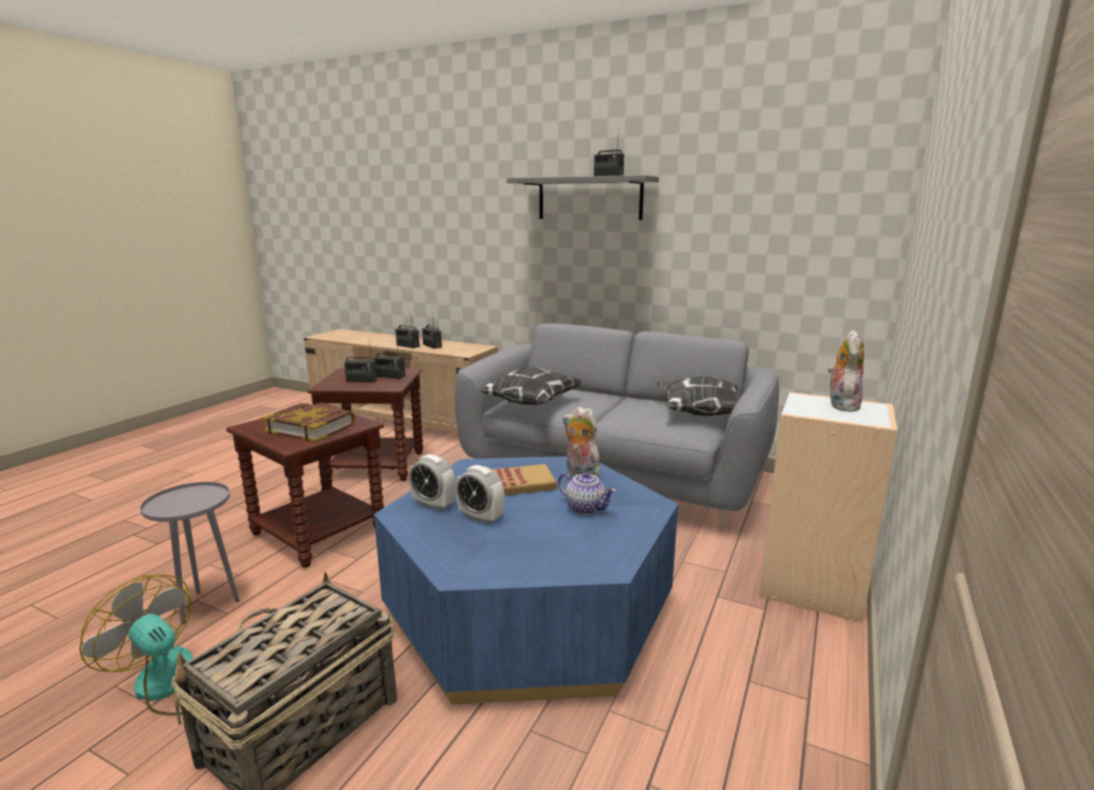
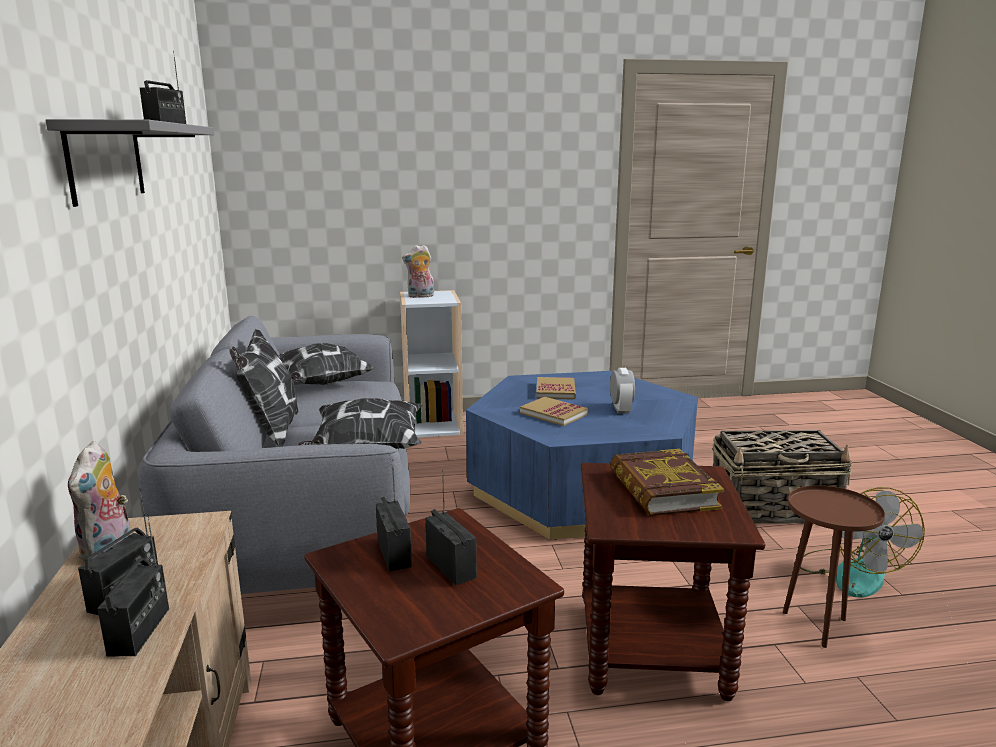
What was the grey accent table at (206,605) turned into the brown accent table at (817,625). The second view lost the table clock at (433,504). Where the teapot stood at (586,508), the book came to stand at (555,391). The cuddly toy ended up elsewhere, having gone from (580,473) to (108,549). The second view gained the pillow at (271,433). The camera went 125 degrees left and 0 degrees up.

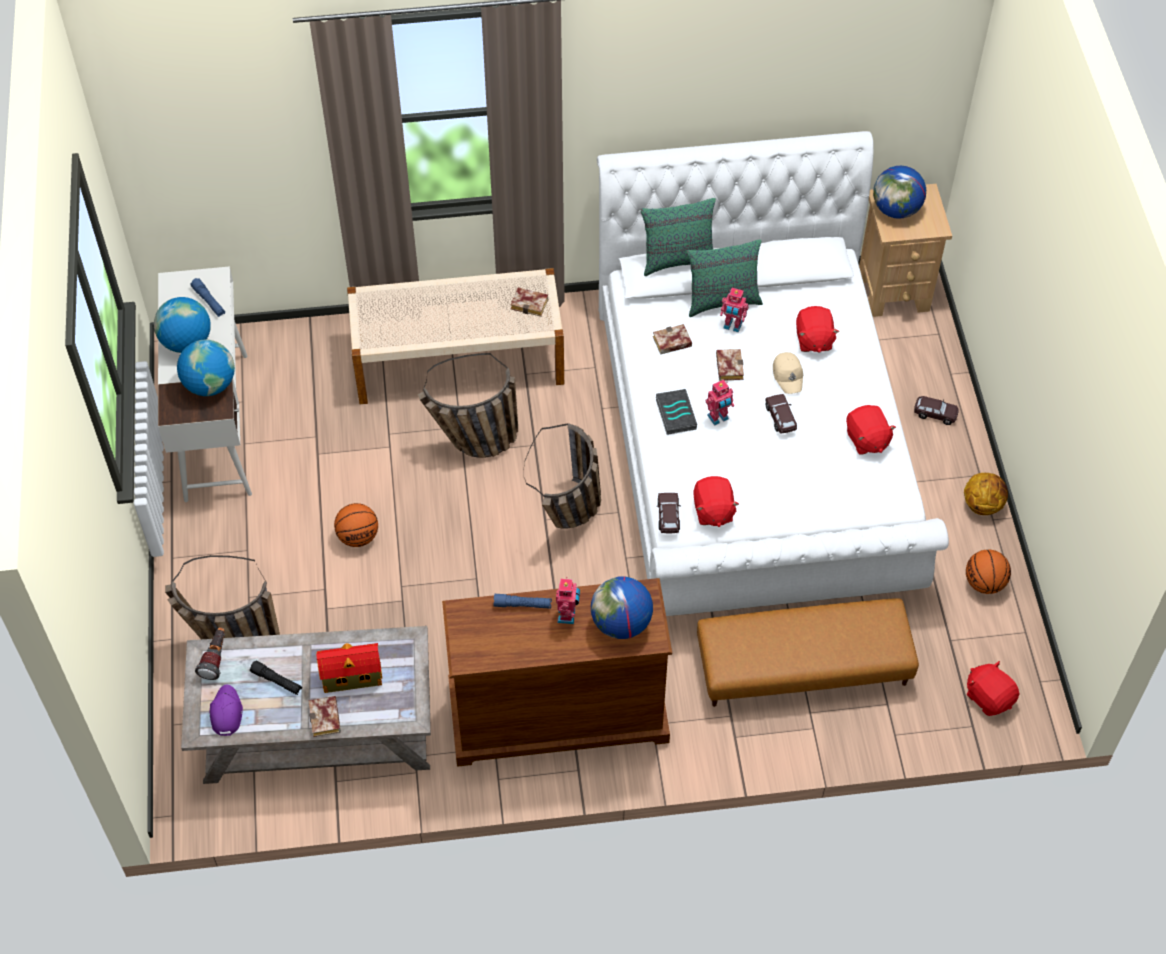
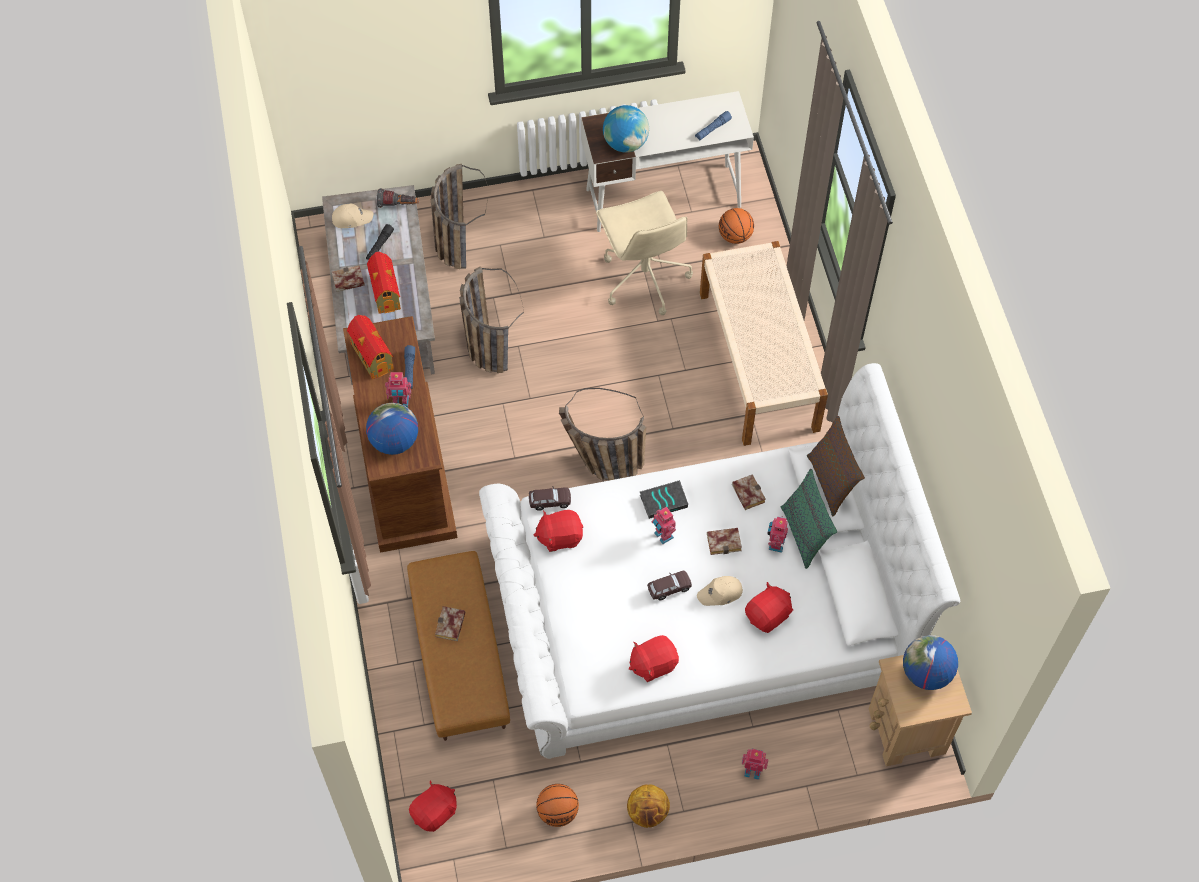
The second view lost the globe at (186,342). What was the purple-coloured baseball cap at (225,713) turned into the sand-coloured baseball cap at (351,218). The ball for basketball ended up elsewhere, having gone from (358,537) to (735,236). The household basket ended up elsewhere, having gone from (472,444) to (486,343). The book ended up elsewhere, having gone from (531,304) to (451,626). What was the green-coloured pillow at (678,261) turned into the brown pillow at (830,483). The red-coloured cuddly toy at (813,340) ended up facing another way, 150 degrees clockwise from before. Where the brown miniature car stood at (935,414), the toy robot came to stand at (753,770). The second view gained the model house at (372,355). The second view gained the sand-coloured office chair at (643,276). The camera went 85 degrees right and 5 degrees up.

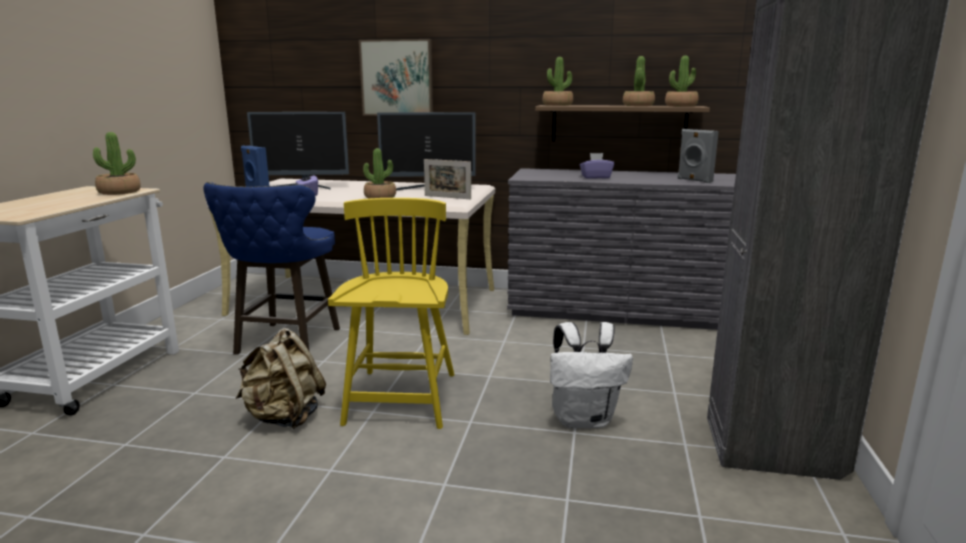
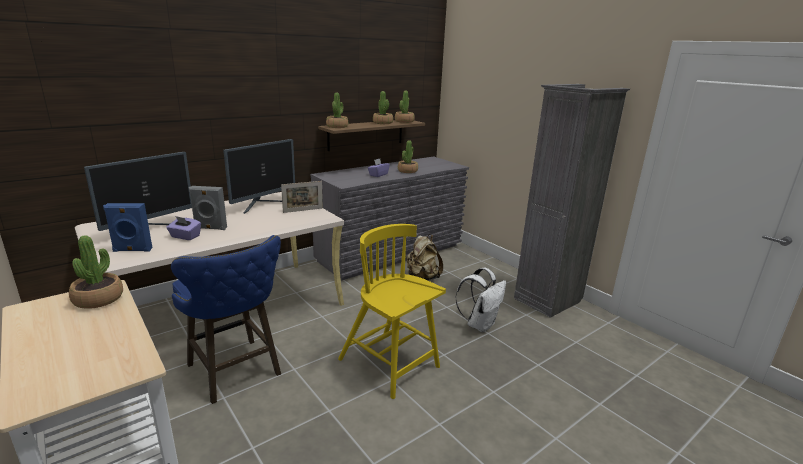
The sand-coloured backpack ended up elsewhere, having gone from (284,417) to (422,278). The second view lost the wall picture at (397,78). The houseplant ended up elsewhere, having gone from (380,197) to (407,171). The grey loudspeaker ended up elsewhere, having gone from (694,180) to (210,228). The camera went 50 degrees left and 5 degrees up.

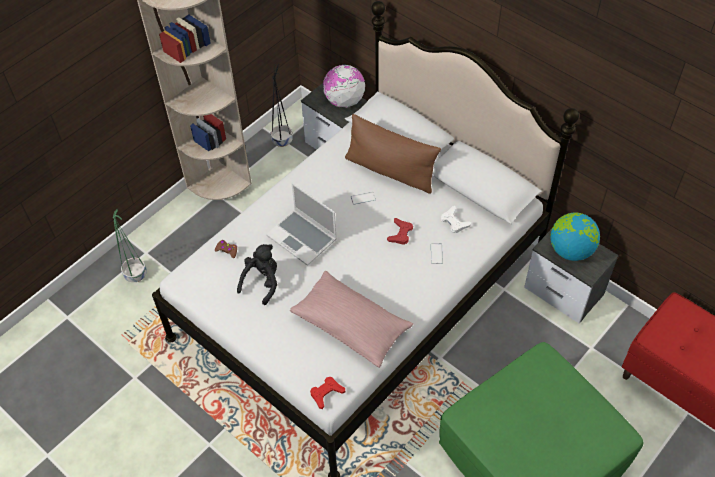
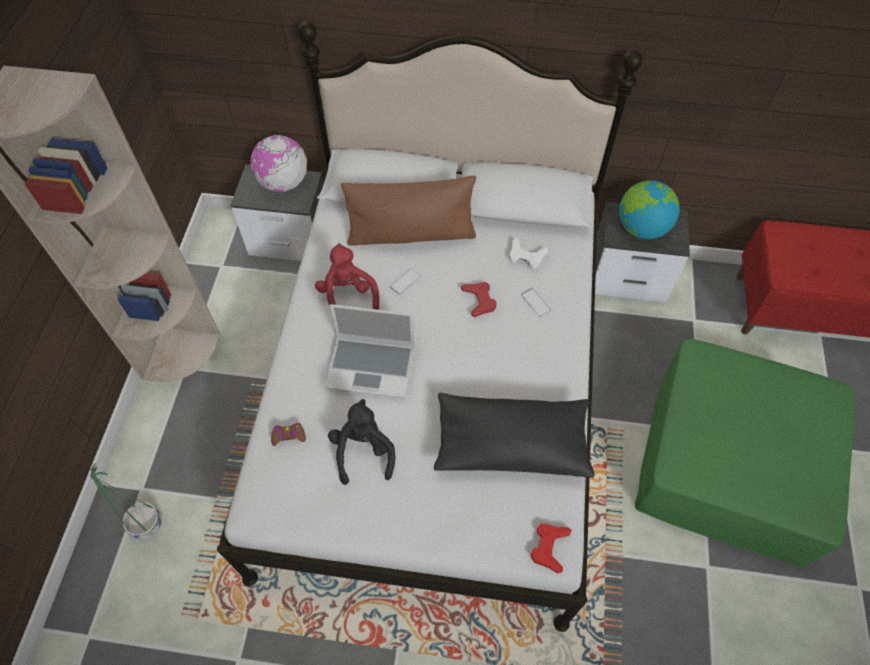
The second view lost the blackish flower pot at (282,140). What was the pink pillow at (351,326) turned into the blackish pillow at (511,443). The second view gained the red-coloured cuddly toy at (348,296). The camera went 35 degrees left and 5 degrees up.

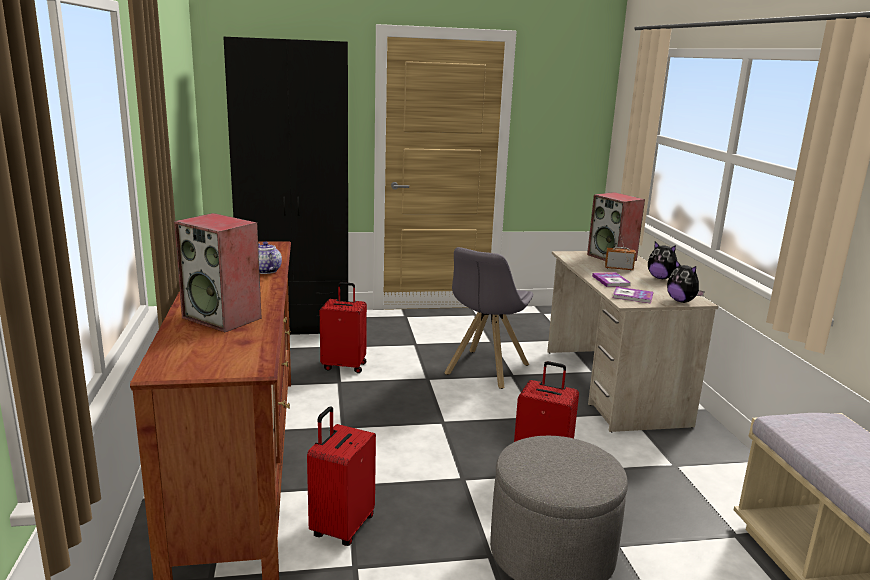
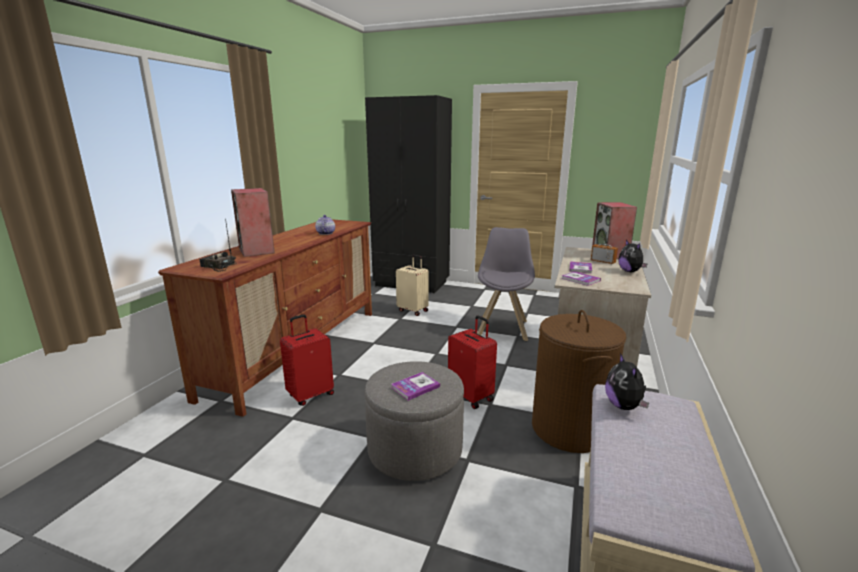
What was the red-coloured travel case at (344,366) turned into the sand-coloured travel case at (413,310). The grey upright chair at (486,369) ended up facing another way, 135 degrees clockwise from before. The cuddly toy ended up elsewhere, having gone from (681,301) to (624,406). The second view gained the radio set at (218,267). The second view gained the book at (415,387). The second view gained the brown washing basket at (570,429). The camera went 30 degrees right and 0 degrees up.

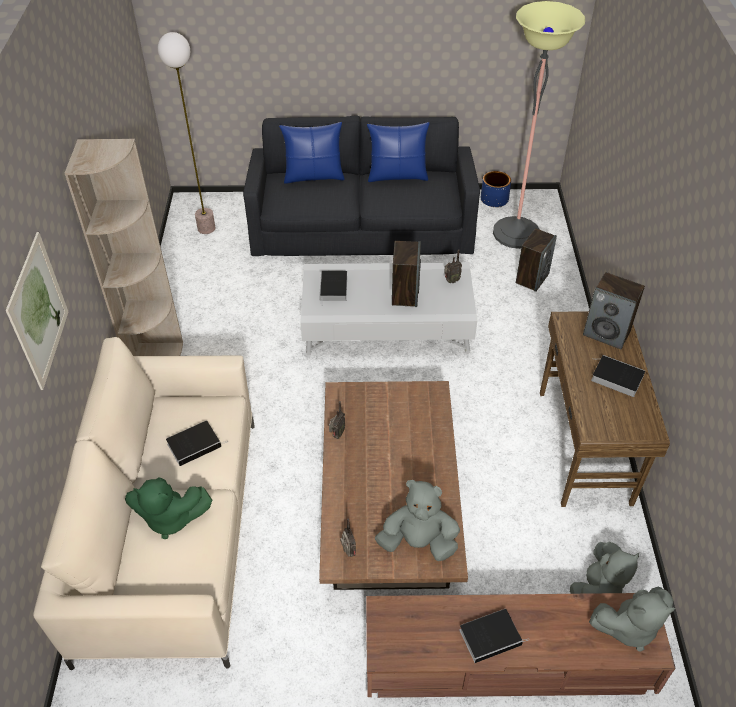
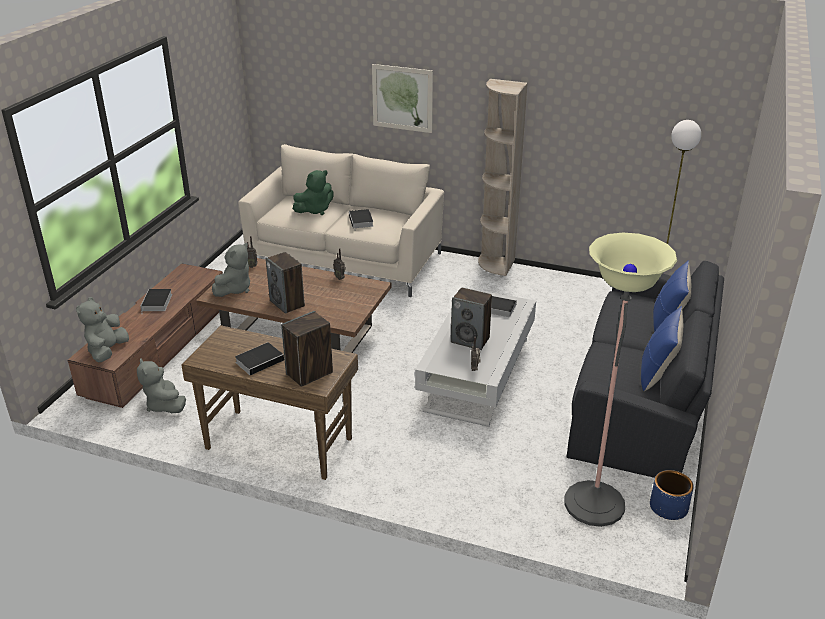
The green-coloured cuddly toy at (170,518) ended up facing another way, 150 degrees counterclockwise from before. The loudspeaker ended up elsewhere, having gone from (532,278) to (287,303). The camera went 110 degrees right and 15 degrees down.

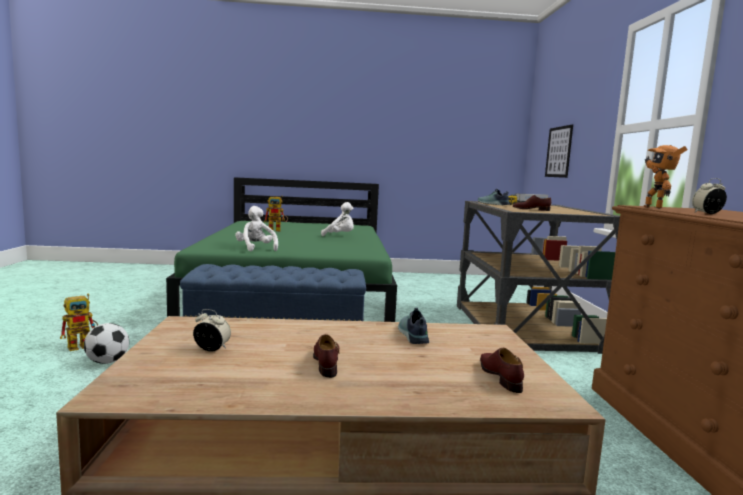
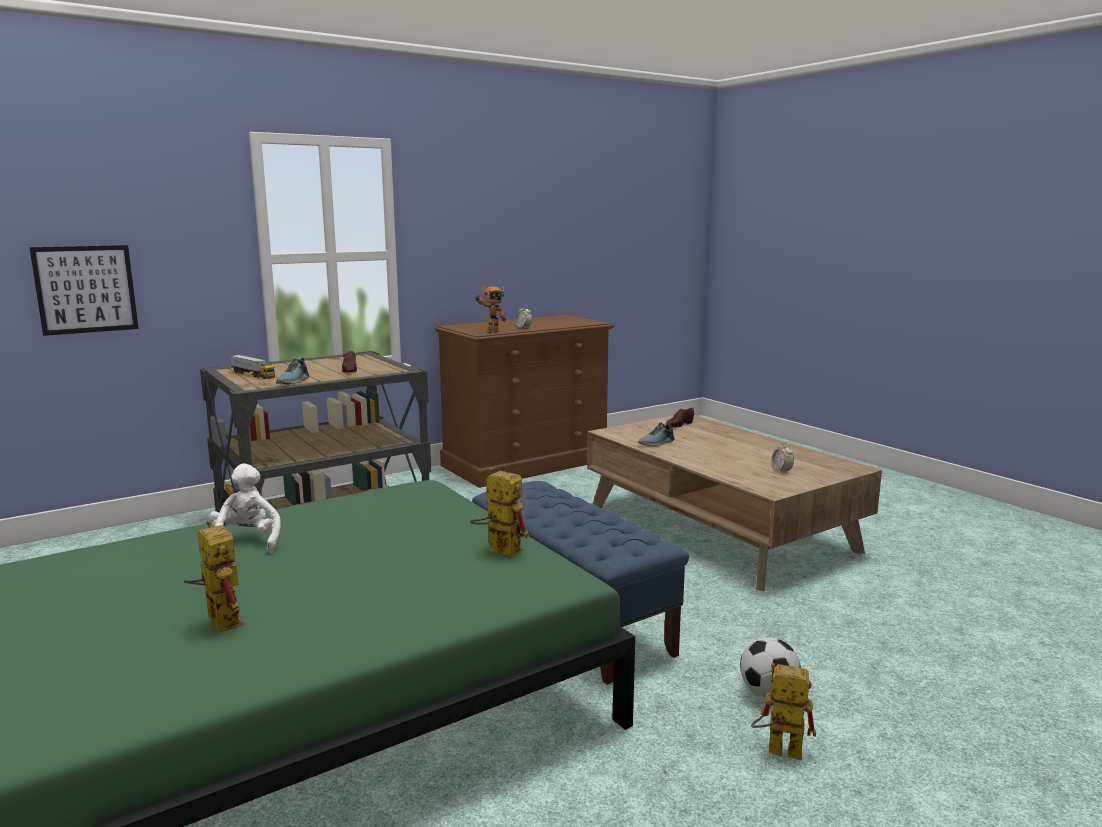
Where the whitish cuddly toy stood at (256,249), the toy robot came to stand at (497,550). The second view lost the brown low shoe at (326,362). The camera went 120 degrees left and 5 degrees up.

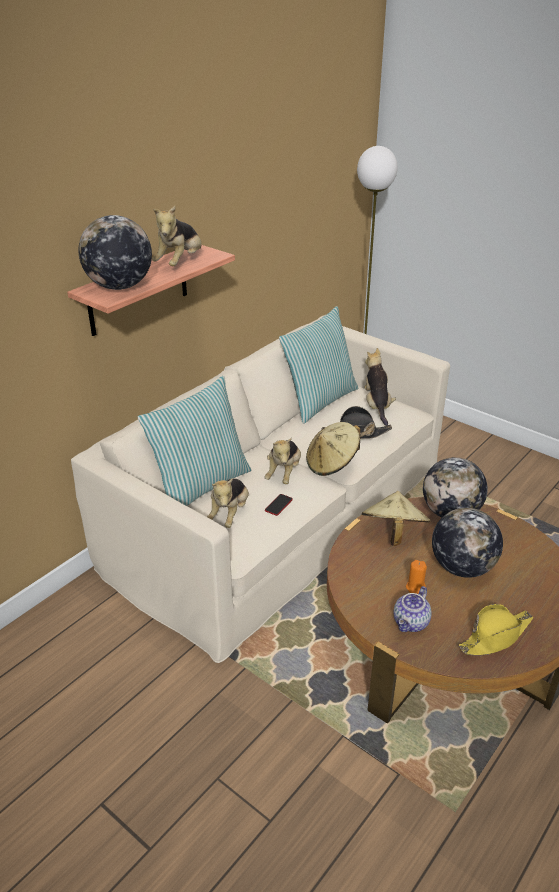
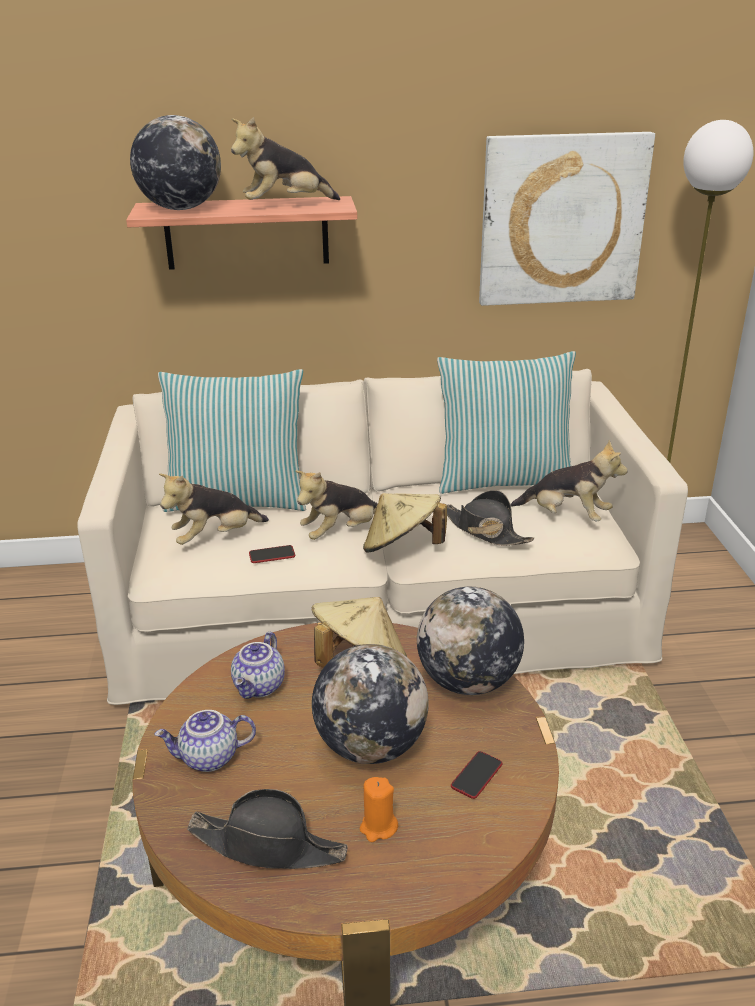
The cuddly toy at (377,406) ended up facing another way, 75 degrees clockwise from before. The orange candle ended up elsewhere, having gone from (416,587) to (378,827). What was the yellow wearable hat at (495,636) turned into the blackish wearable hat at (268,846). The second view gained the teapot at (260,687). The second view gained the handset at (476,775). The second view gained the wall picture at (562,220). The camera went 45 degrees right and 5 degrees down.

